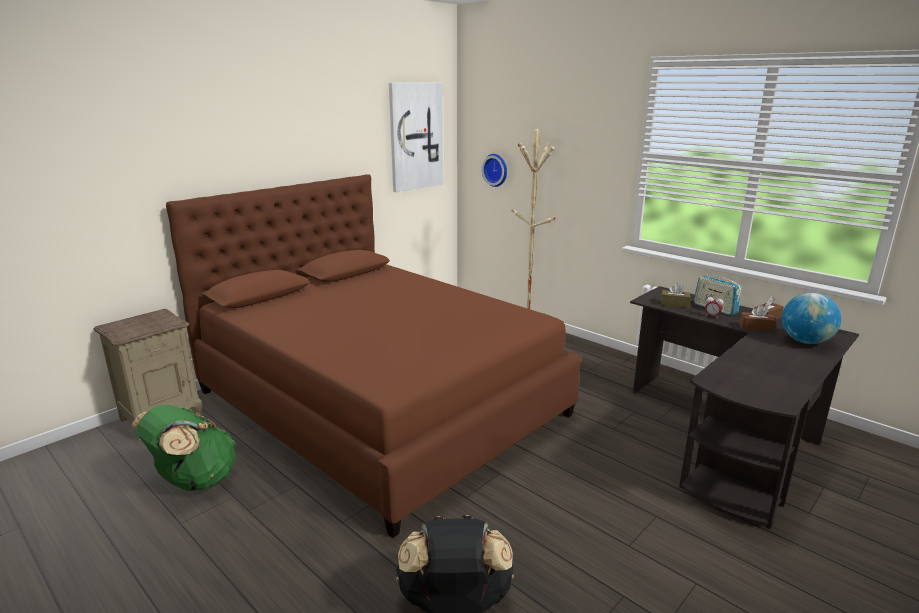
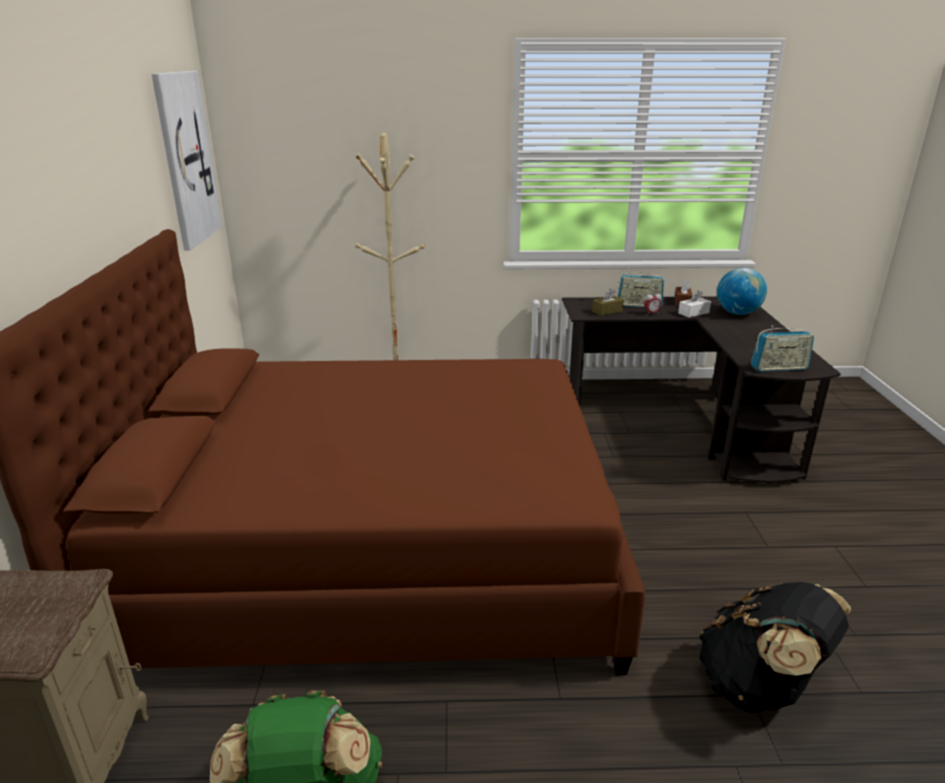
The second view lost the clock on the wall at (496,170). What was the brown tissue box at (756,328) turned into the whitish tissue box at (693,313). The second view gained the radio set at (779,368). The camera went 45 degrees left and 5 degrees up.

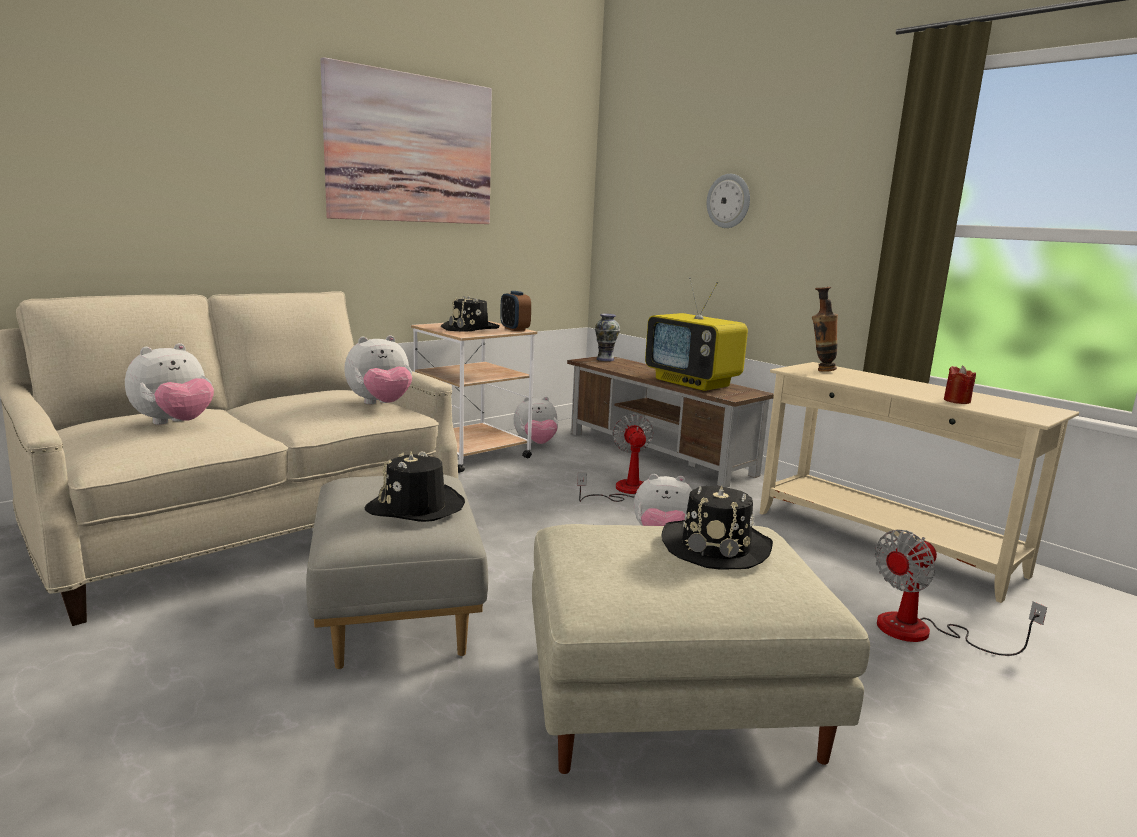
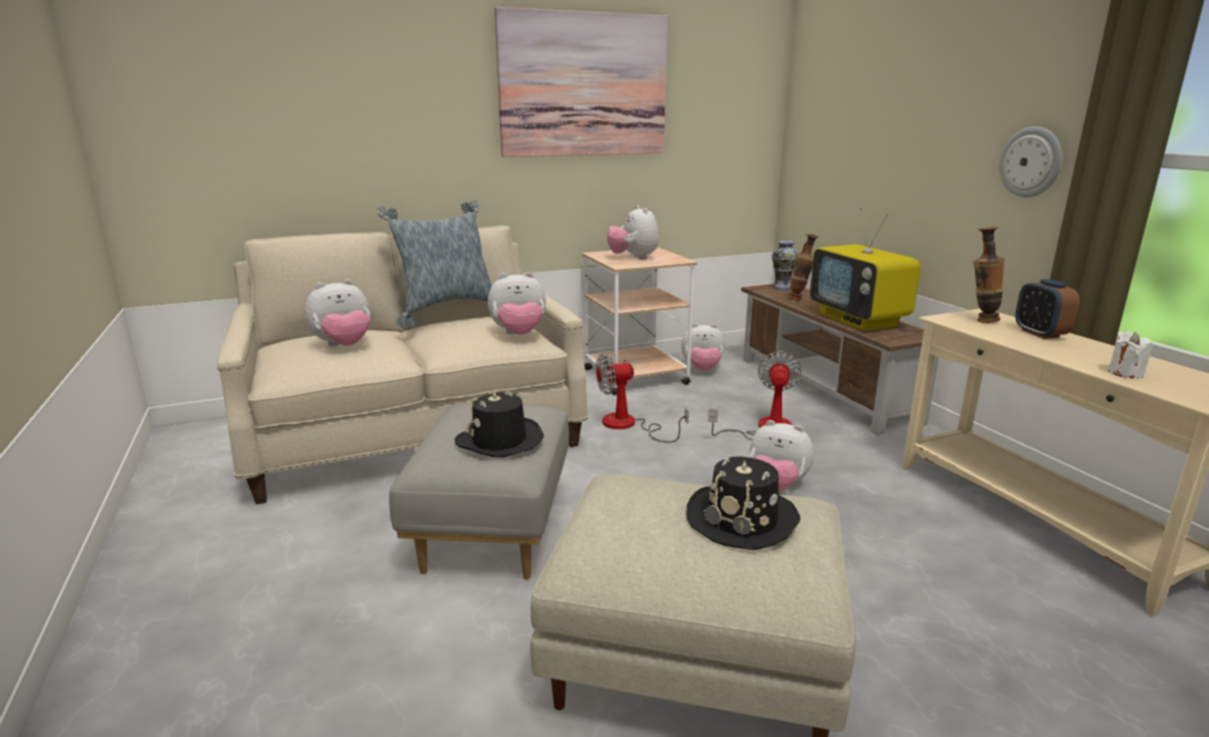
Where the blackish wearable hat stood at (470,329), the cuddly toy came to stand at (633,258). The table clock ended up elsewhere, having gone from (514,329) to (1040,333). The clock on the wall ended up elsewhere, having gone from (729,201) to (1031,162). The cooling fan ended up elsewhere, having gone from (923,632) to (629,425). What was the red-coloured candle at (957,401) turned into the whitish candle at (1125,373). The second view gained the pillow at (445,319). The second view gained the vase at (799,300). The camera went 20 degrees right and 5 degrees up.

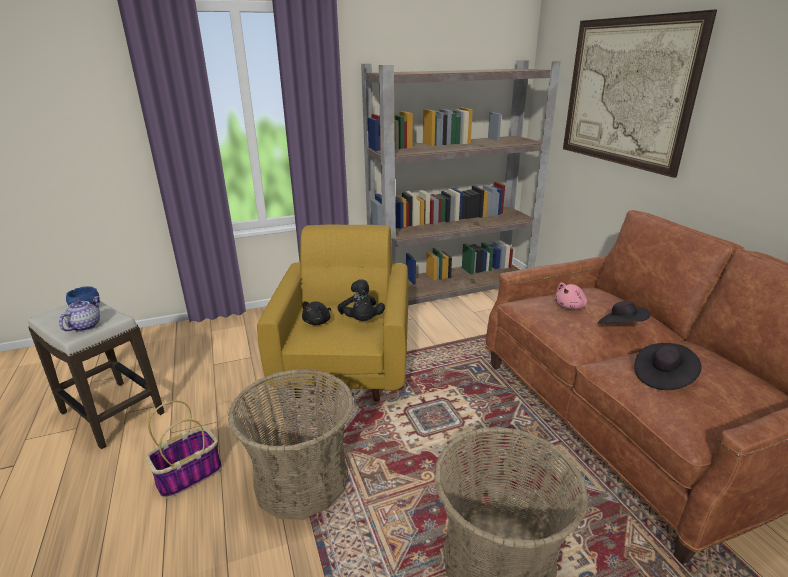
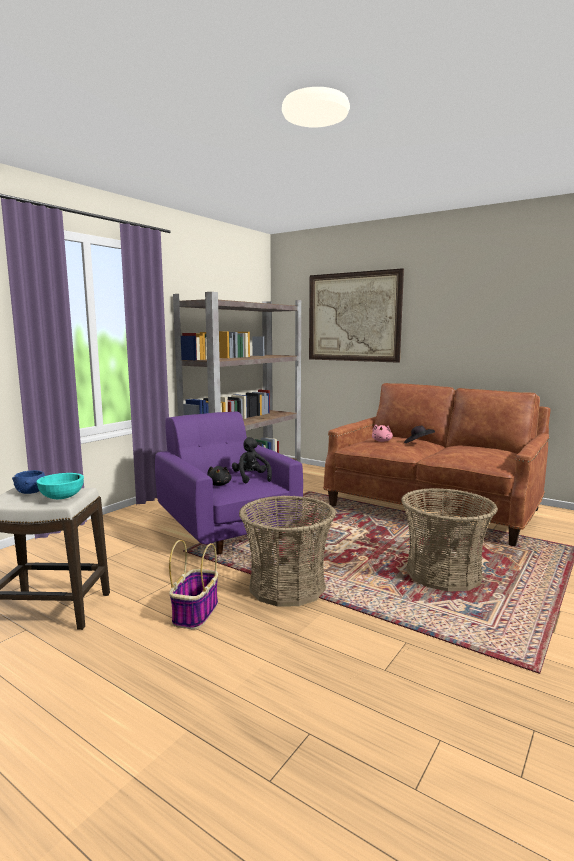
Where the teapot stood at (85,326), the turquoise-coloured bowl came to stand at (62,497). What was the yellow lounge chair at (346,363) turned into the purple-coloured lounge chair at (227,528). The blackish cuddly toy at (361,321) ended up facing another way, 150 degrees counterclockwise from before. The second view lost the blackish wearable hat at (663,377). The camera went 35 degrees left and 15 degrees down.

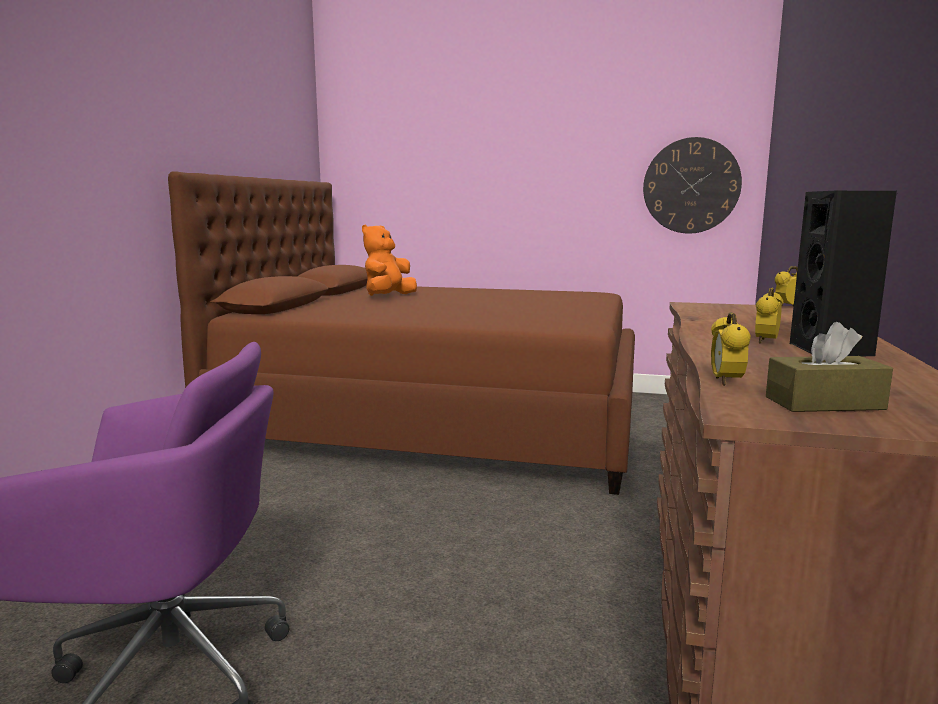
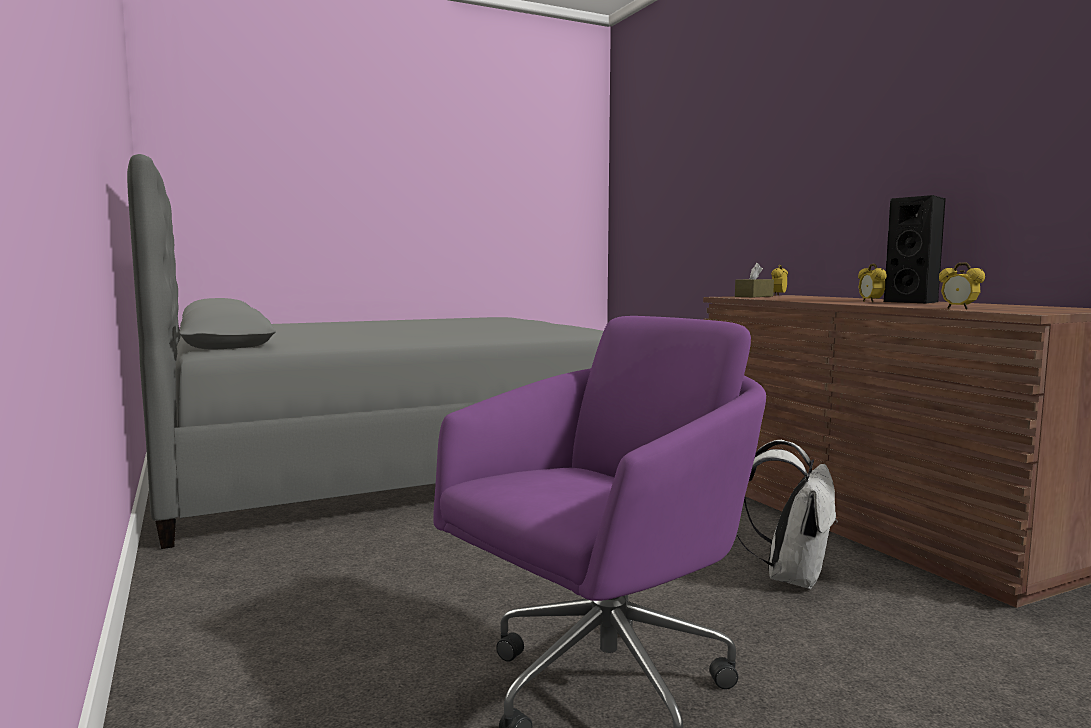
What was the brown bedroom bed at (438,420) turned into the grey bedroom bed at (394,463). The second view lost the orange cuddly toy at (388,296). The second view lost the clock on the wall at (691,186). The brown tissue box ended up elsewhere, having gone from (824,403) to (754,296). The second view gained the whitish backpack at (789,576). The camera went 40 degrees left and 5 degrees down.

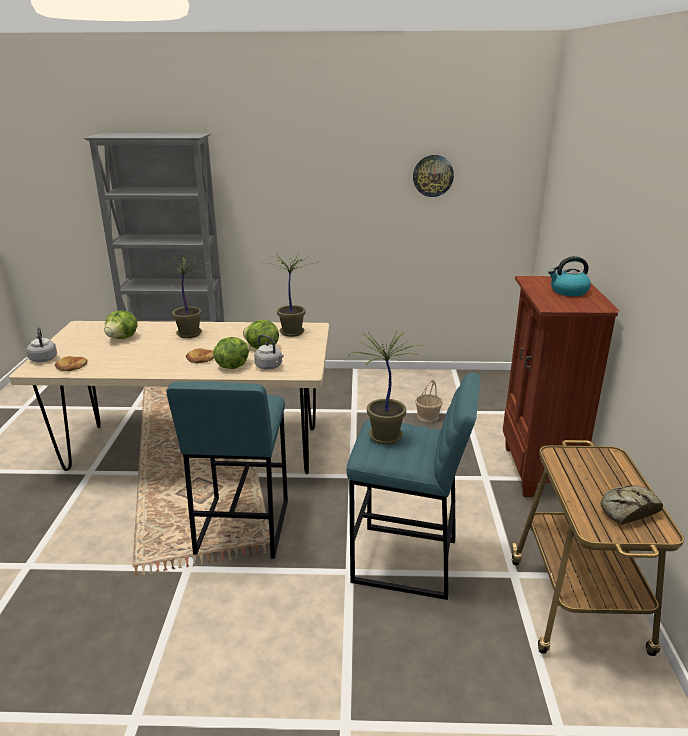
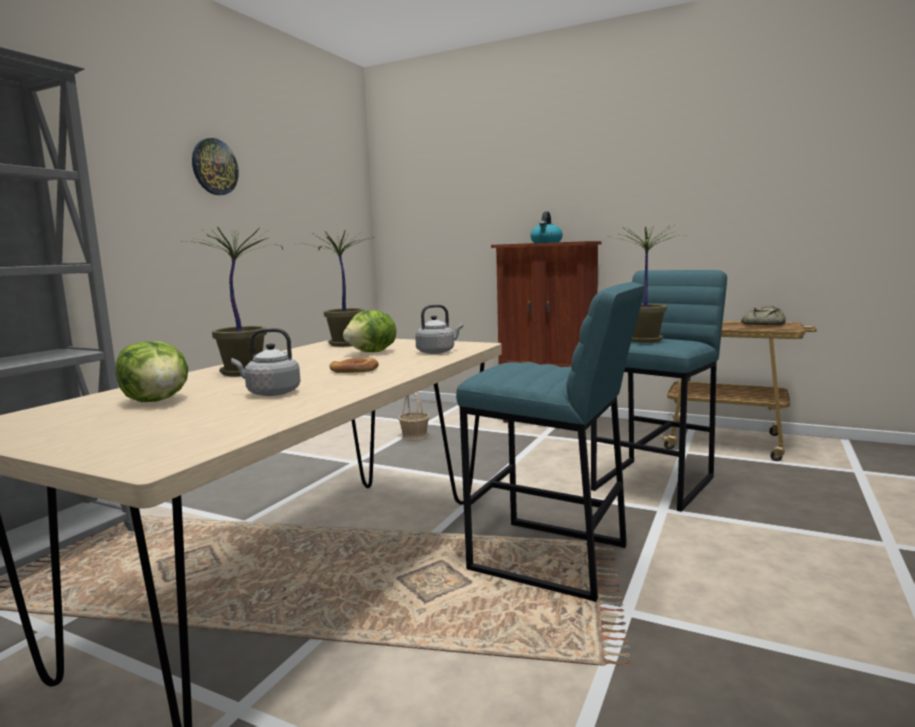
The grey kettle ended up elsewhere, having gone from (43,358) to (270,393). The second view lost the bread at (71,366). The second view lost the lettuce head at (232,366). The clock on the wall ended up elsewhere, having gone from (433,175) to (214,167). The camera went 65 degrees left and 15 degrees down.

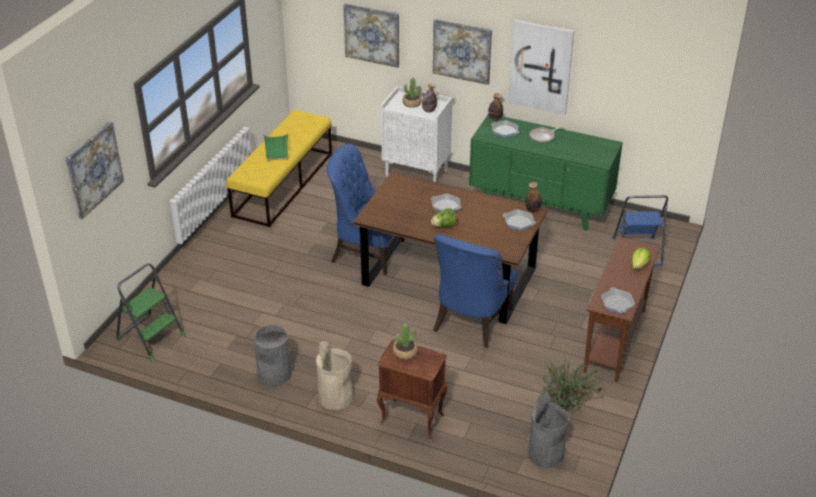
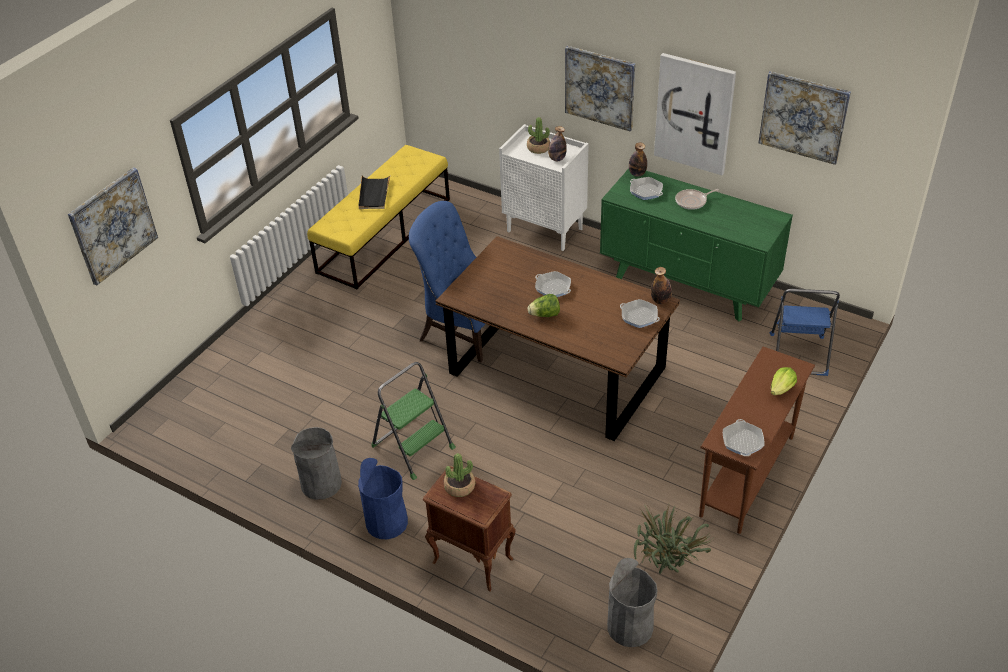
The green-coloured stepladder ended up elsewhere, having gone from (149,335) to (411,445). What was the green-coloured carrying tray at (276,148) turned into the blackish carrying tray at (374,194). What was the sand-coloured waste bin at (335,397) turned into the blue-coloured waste bin at (387,522). The wall picture ended up elsewhere, having gone from (372,34) to (803,117). The second view lost the blue-coloured upright chair at (471,321). The camera went 10 degrees right and 5 degrees up.

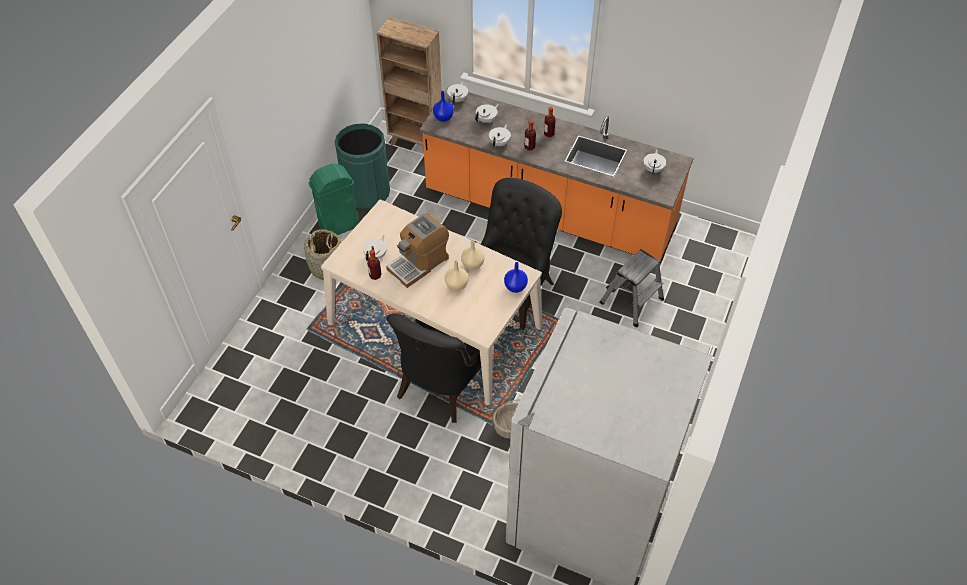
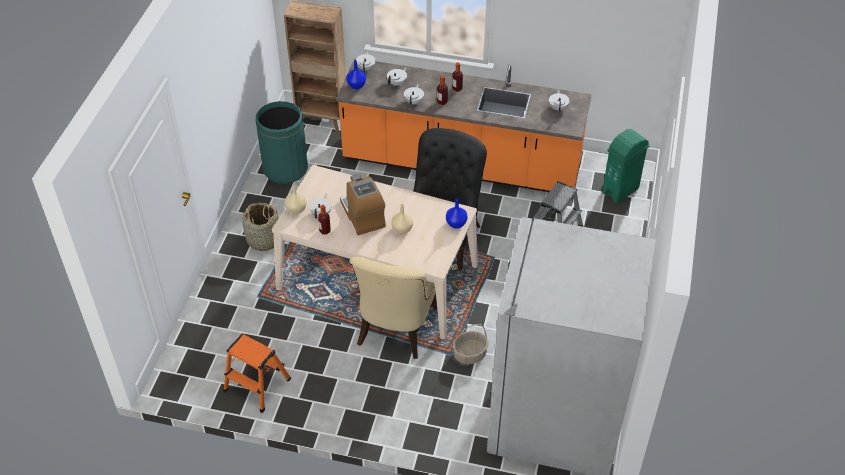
The green-coloured waste bin ended up elsewhere, having gone from (339,226) to (620,191). The coffee brewer at (419,263) ended up facing another way, 120 degrees clockwise from before. What was the blackish upright chair at (441,384) turned into the sand-coloured upright chair at (396,327). The sand-coloured vase ended up elsewhere, having gone from (473,264) to (296,209). The second view gained the orange stepladder at (257,384). The camera went 10 degrees left and 5 degrees down.

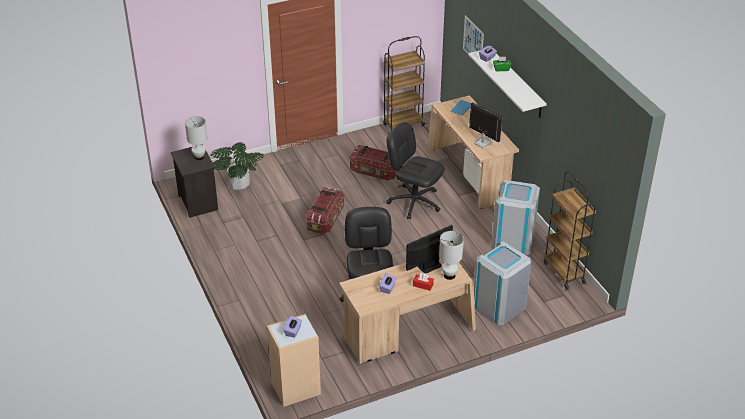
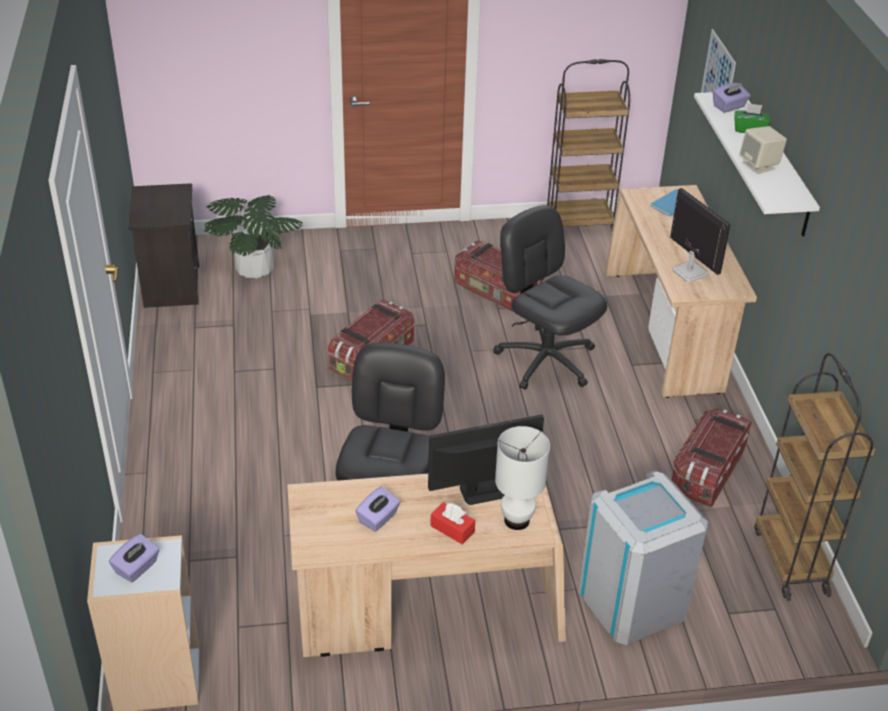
The second view lost the whitish table lamp at (199,157). Where the grey waste bin stood at (513,240), the storage container came to stand at (707,472). The second view gained the sand-coloured loudspeaker at (759,166). The camera went 15 degrees right and 0 degrees up.

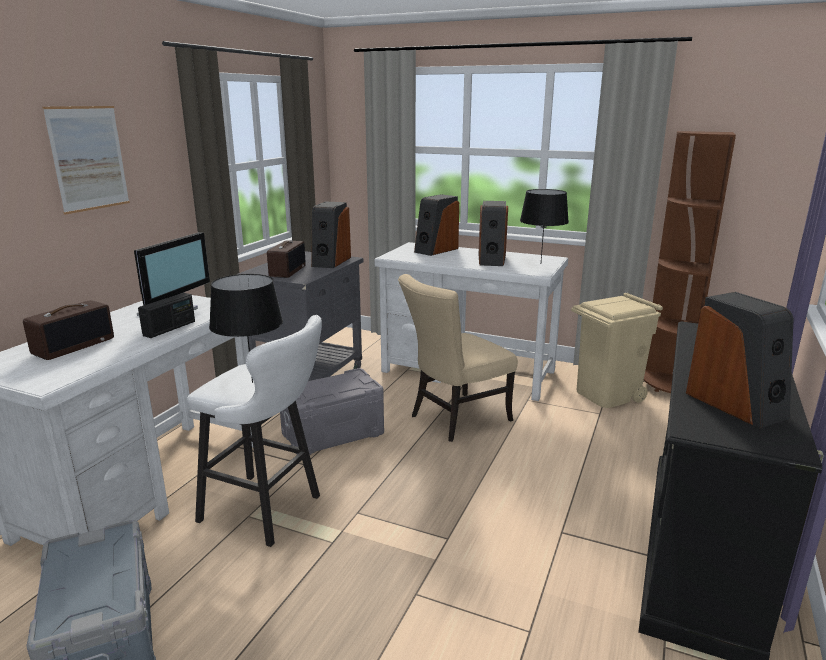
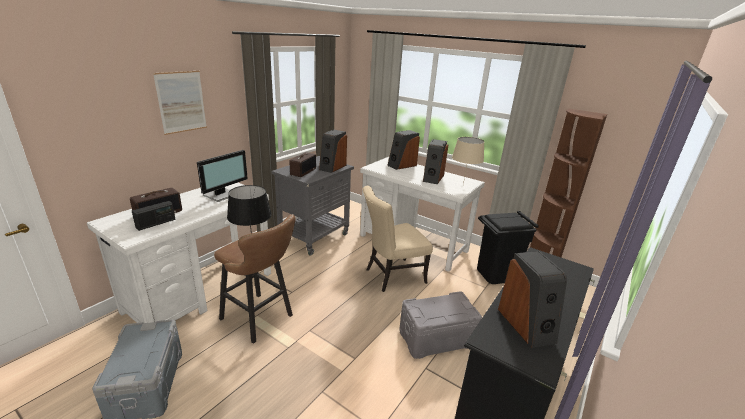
The radio set ended up elsewhere, having gone from (170,328) to (156,223). What was the whitish stool at (271,512) turned into the brown stool at (261,320). The grey storage container ended up elsewhere, having gone from (333,434) to (436,339). What was the blackish table lamp at (540,263) turned into the sand-coloured table lamp at (463,185). What was the sand-coloured waste bin at (607,395) turned into the blackish waste bin at (496,274). The camera went 10 degrees right and 5 degrees up.

